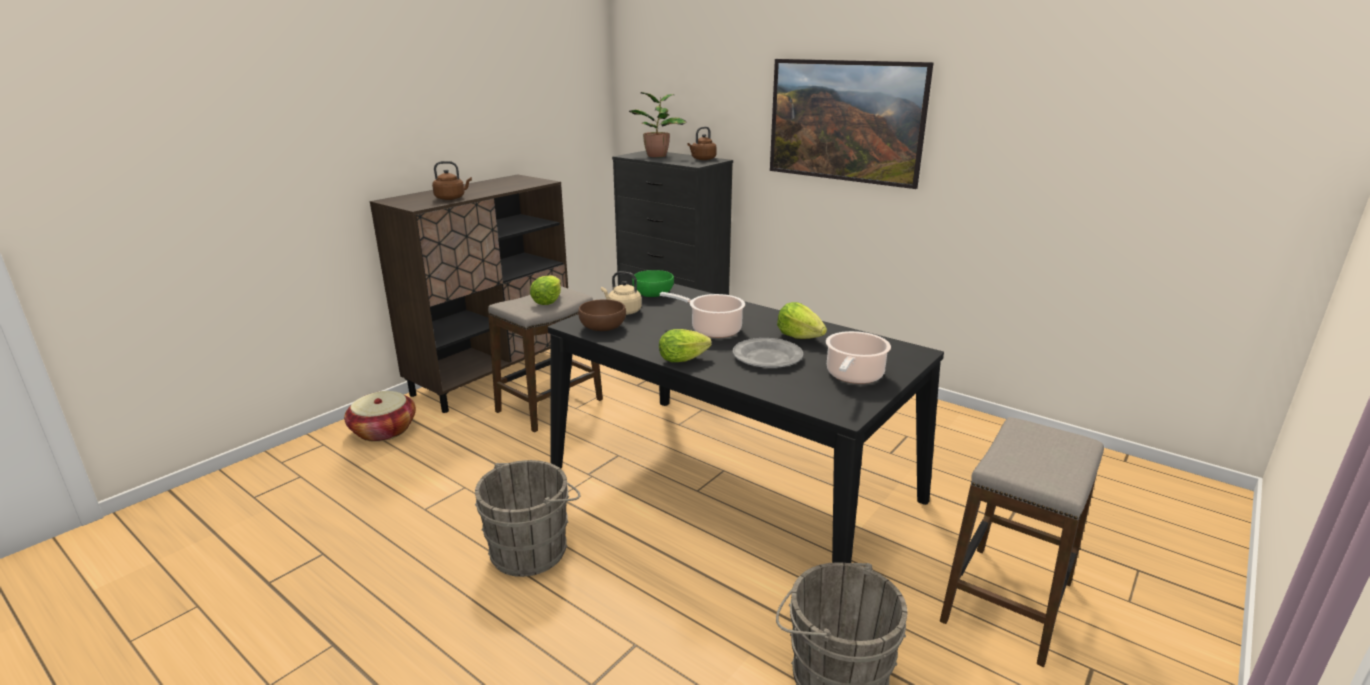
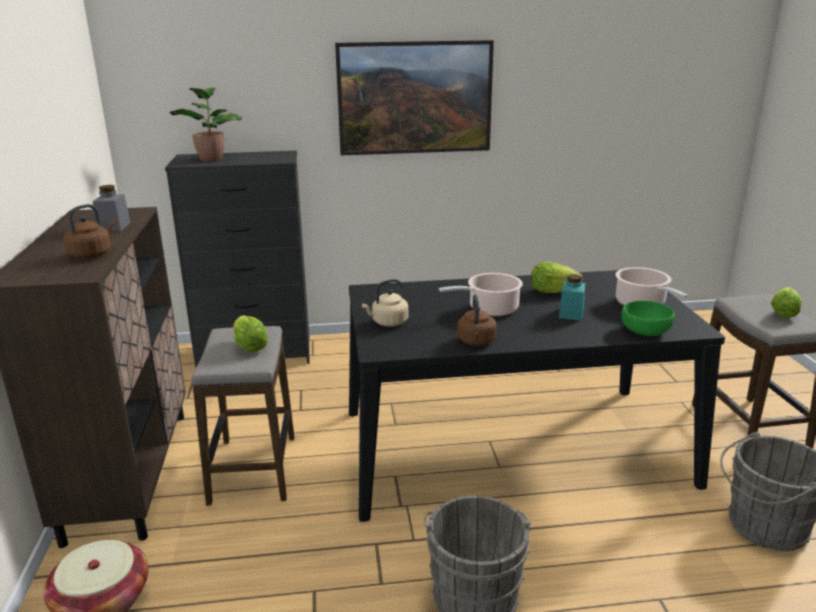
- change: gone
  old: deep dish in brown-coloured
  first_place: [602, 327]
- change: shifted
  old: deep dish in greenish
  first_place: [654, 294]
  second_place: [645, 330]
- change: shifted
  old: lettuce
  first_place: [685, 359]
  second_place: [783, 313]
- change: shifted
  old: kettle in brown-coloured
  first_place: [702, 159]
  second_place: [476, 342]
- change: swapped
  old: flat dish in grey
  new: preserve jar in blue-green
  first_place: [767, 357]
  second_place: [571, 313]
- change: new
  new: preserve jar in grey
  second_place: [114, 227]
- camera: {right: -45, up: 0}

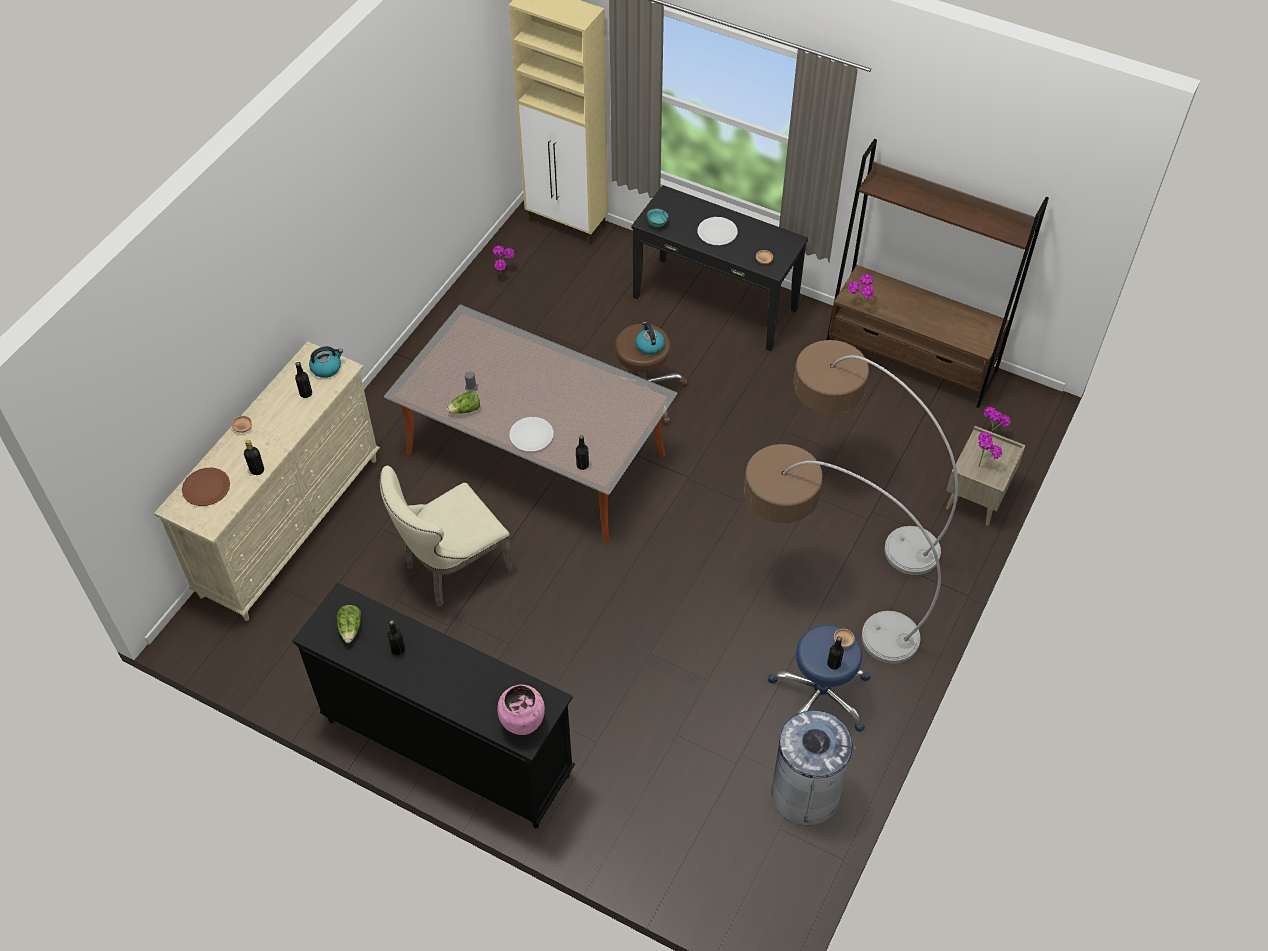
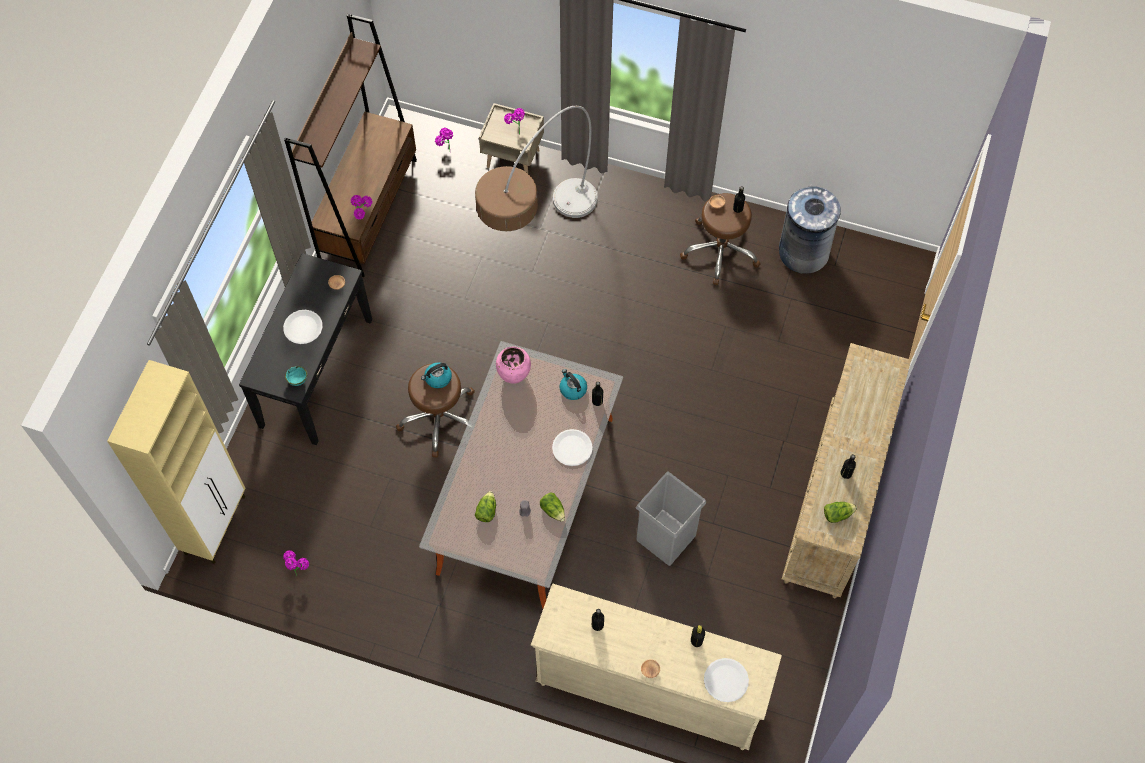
- change: repainted
  old: flat dish in brown-coloured
  new: flat dish in whitish
  first_place: [206, 488]
  second_place: [726, 680]
- change: repainted
  old: chest of drawers in black
  new: chest of drawers in sand-coloured
  first_place: [446, 747]
  second_place: [833, 501]
- change: shifted
  old: kettle
  first_place: [326, 368]
  second_place: [572, 389]
- change: swapped
  old: plain chair in sand-coloured
  new: trash can in grey
  first_place: [451, 569]
  second_place: [665, 537]
- change: shifted
  old: decorative vase in pink
  first_place: [523, 724]
  second_place: [513, 375]
- change: gone
  old: standing lamp
  first_place: [818, 603]
- change: repainted
  old: stool in blue
  new: stool in brown-coloured
  first_place: [820, 695]
  second_place: [720, 250]
- change: new
  new: lettuce
  second_place: [486, 511]
- camera: {right: -100, up: 10}

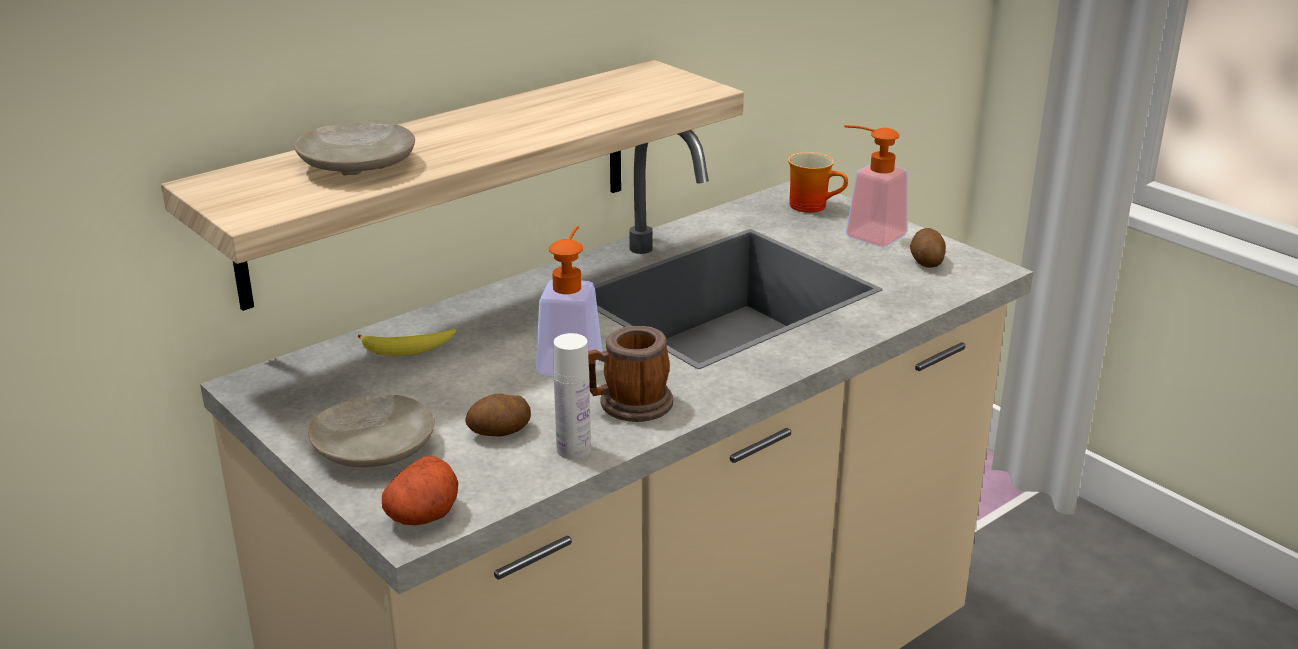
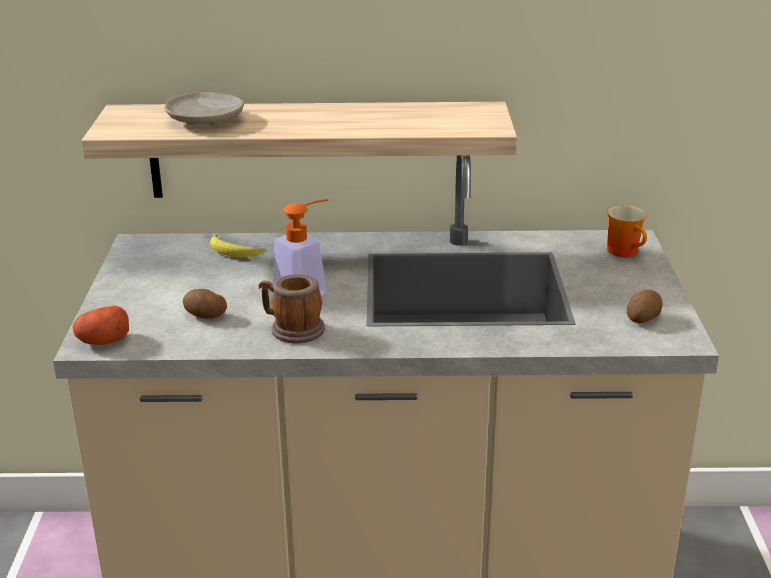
- change: gone
  old: flat dish in sand-coloured
  first_place: [375, 447]
- change: gone
  old: drink bottle in whitish
  first_place: [573, 449]
- change: gone
  old: liquid soap bottle
  first_place: [866, 233]
- camera: {right: 40, up: 0}

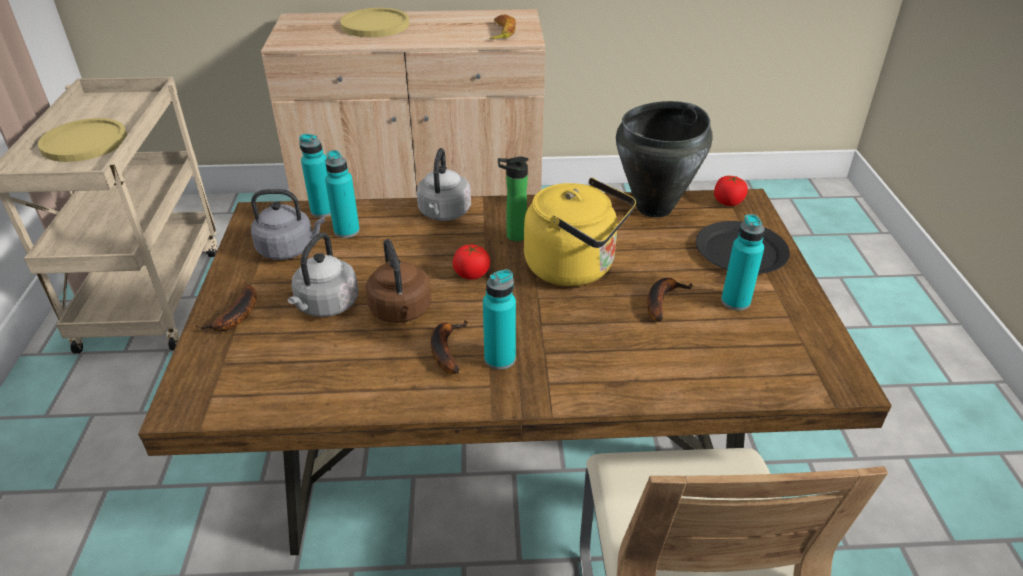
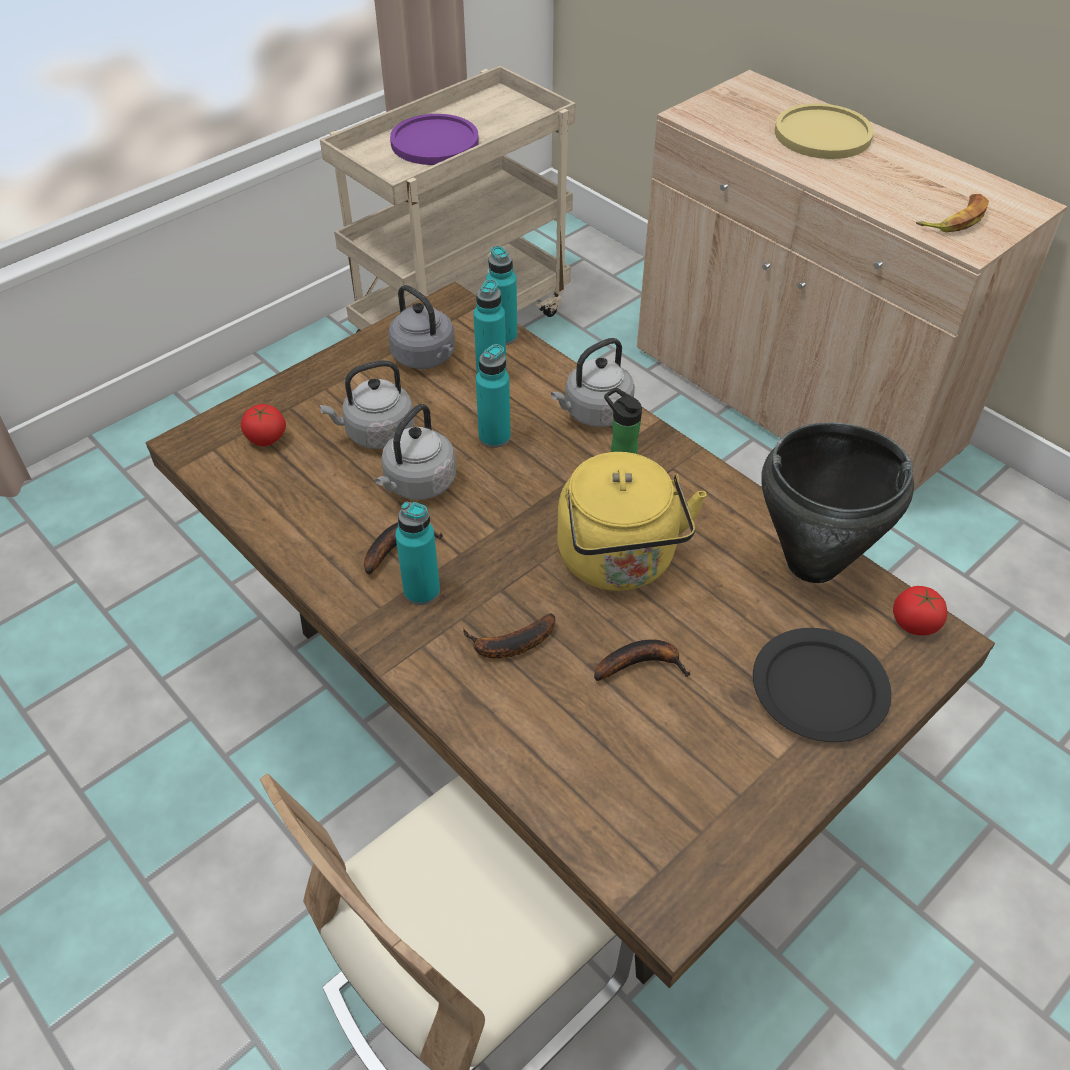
- change: repainted
  old: flat dish in yellowish
  new: flat dish in purple
  first_place: [84, 142]
  second_place: [434, 142]
- change: shifted
  old: banana fruit
  first_place: [235, 317]
  second_place: [509, 645]
- change: repainted
  old: kettle in brown-coloured
  new: kettle in grey
  first_place: [401, 312]
  second_place: [418, 484]
- change: shifted
  old: fresh tomato
  first_place: [471, 274]
  second_place: [266, 438]
- change: shifted
  old: drink bottle in blue-green
  first_place: [735, 301]
  second_place: [494, 437]
- camera: {right: 50, up: 10}

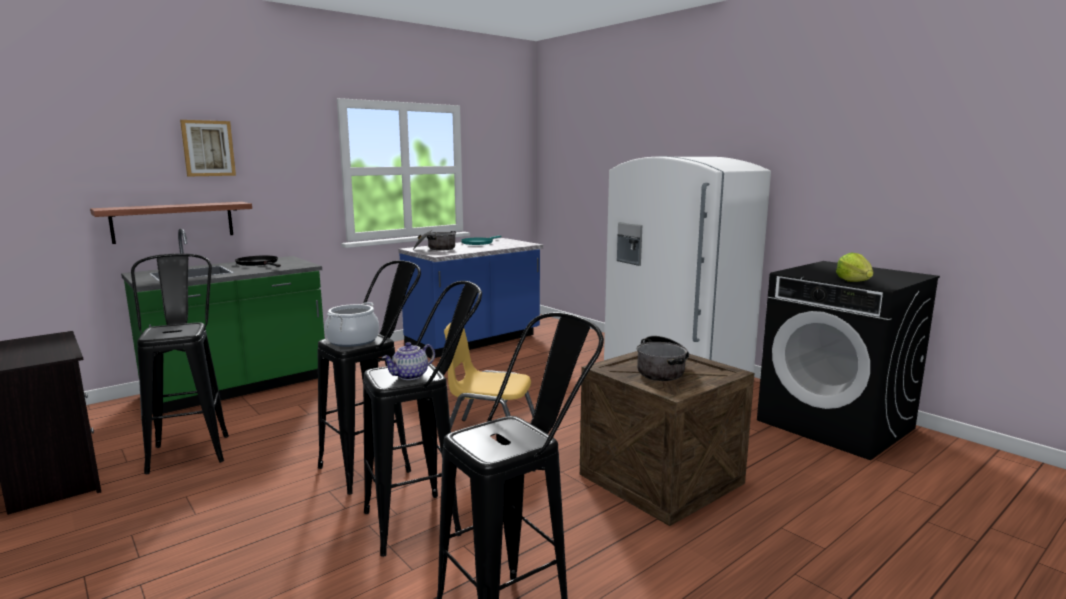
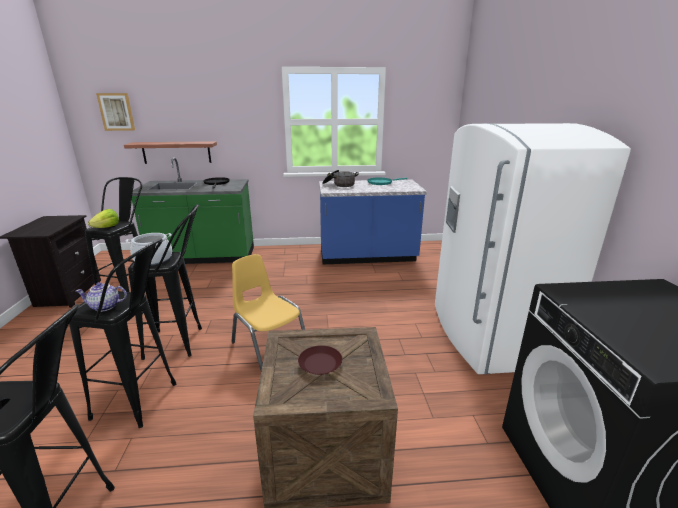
- change: shifted
  old: wall picture
  first_place: [208, 148]
  second_place: [116, 112]
- change: swapped
  old: cooking pot
  new: flat dish in brown-coloured
  first_place: [662, 370]
  second_place: [320, 363]
- change: shifted
  old: lettuce
  first_place: [854, 281]
  second_place: [107, 227]
- camera: {right: 35, up: 10}

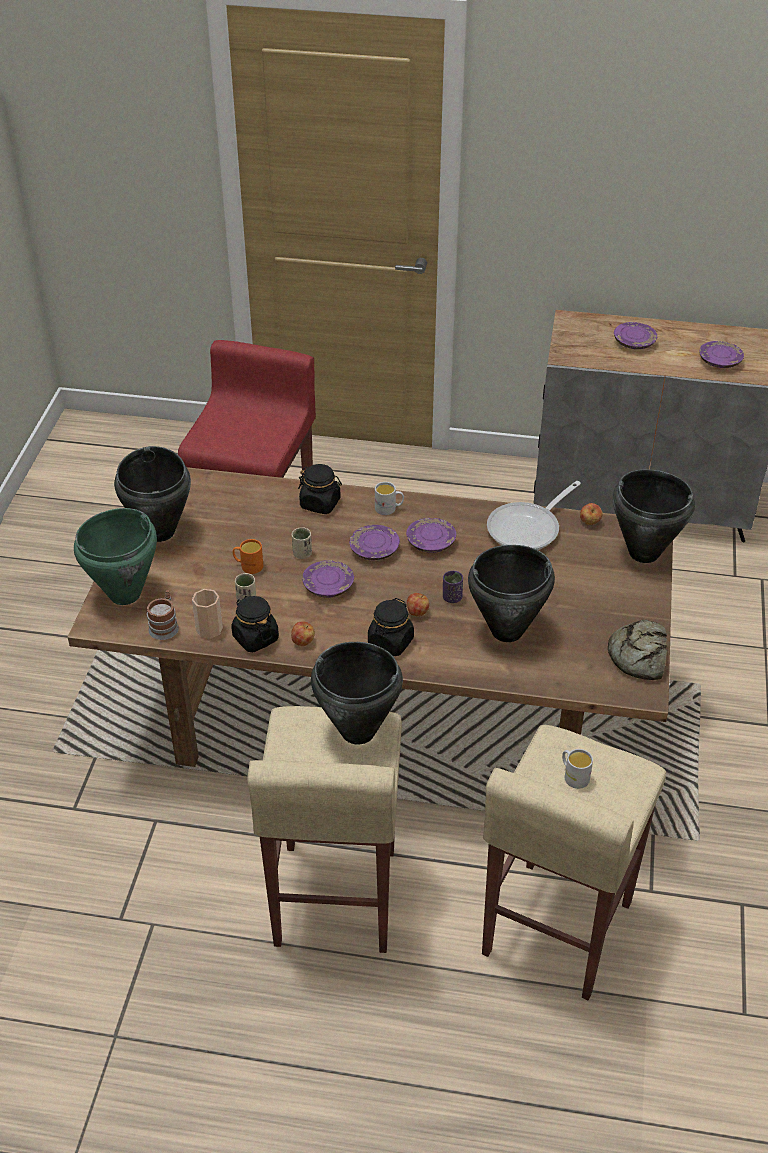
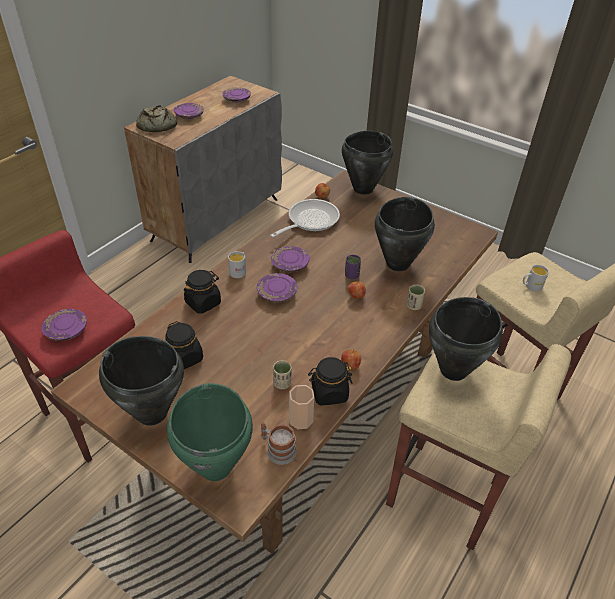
- change: gone
  old: tea mug in orange
  first_place: [248, 566]
- change: shifted
  old: drinking cup in sand-coloured
  first_place: [302, 554]
  second_place: [413, 306]
- change: shifted
  old: flat dish in purple
  first_place: [328, 586]
  second_place: [66, 330]
- change: shifted
  old: preserve jar in black
  first_place: [390, 642]
  second_place: [184, 358]
- change: rotated
  old: skillet
  first_place: [528, 529]
  second_place: [309, 221]
  degrees: -120
- change: shifted
  old: baked bread
  first_place: [639, 656]
  second_place: [156, 125]
- camera: {right: -65, up: 0}

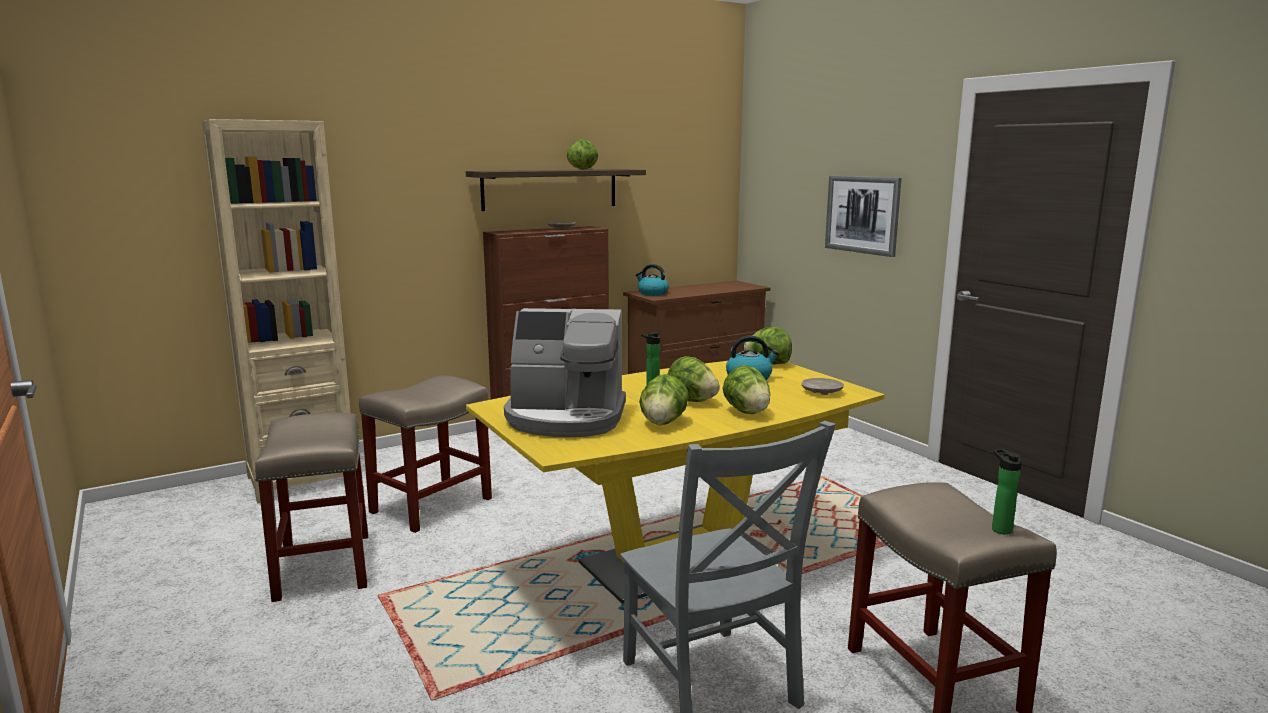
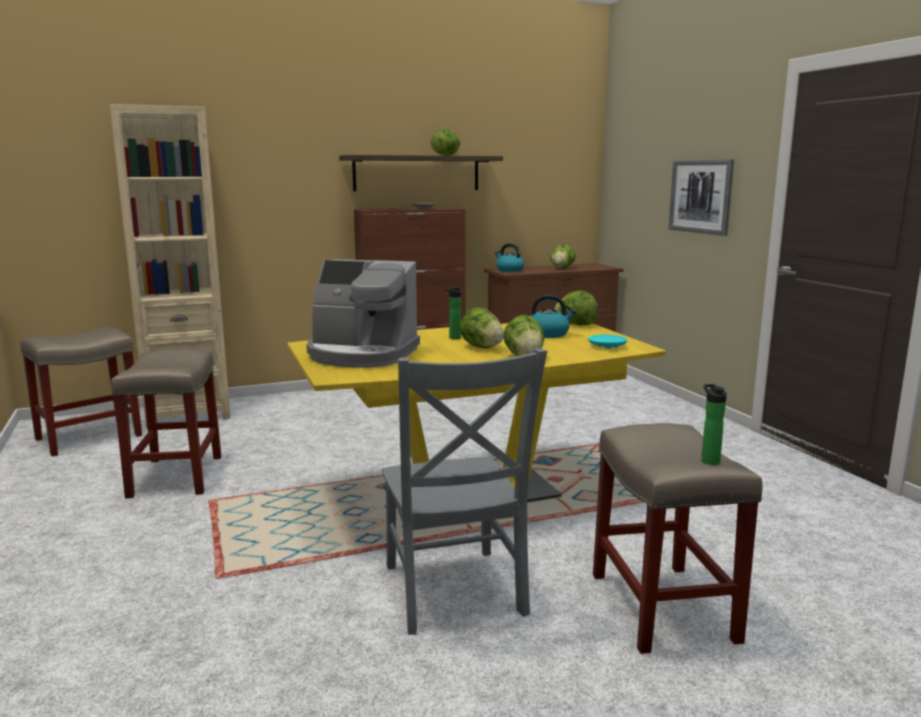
- change: shifted
  old: stool in sand-coloured
  first_place: [432, 504]
  second_place: [90, 437]
- change: shifted
  old: lettuce
  first_place: [663, 423]
  second_place: [562, 268]
- change: repainted
  old: flat dish in sand-coloured
  new: flat dish in blue-green
  first_place: [821, 392]
  second_place: [607, 346]
- camera: {right: 10, up: 0}

